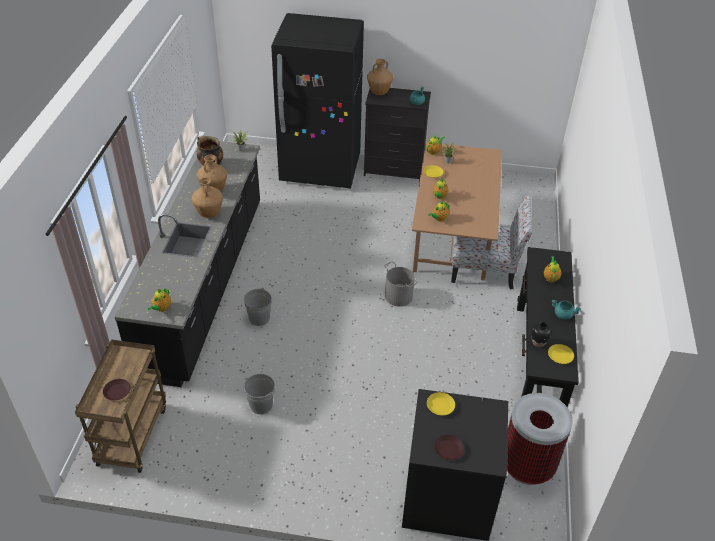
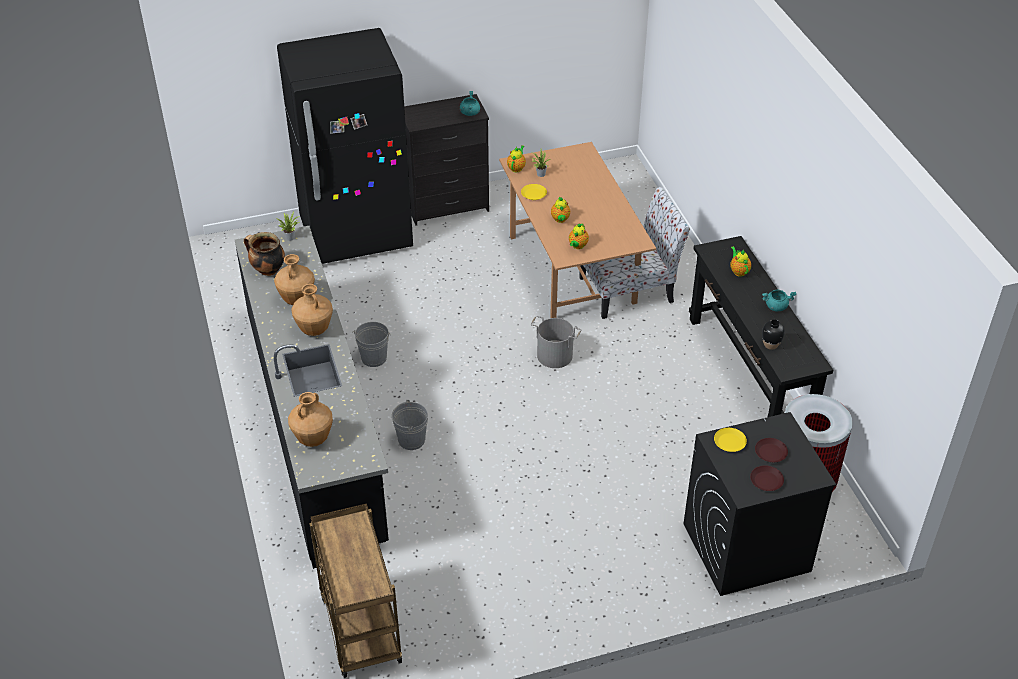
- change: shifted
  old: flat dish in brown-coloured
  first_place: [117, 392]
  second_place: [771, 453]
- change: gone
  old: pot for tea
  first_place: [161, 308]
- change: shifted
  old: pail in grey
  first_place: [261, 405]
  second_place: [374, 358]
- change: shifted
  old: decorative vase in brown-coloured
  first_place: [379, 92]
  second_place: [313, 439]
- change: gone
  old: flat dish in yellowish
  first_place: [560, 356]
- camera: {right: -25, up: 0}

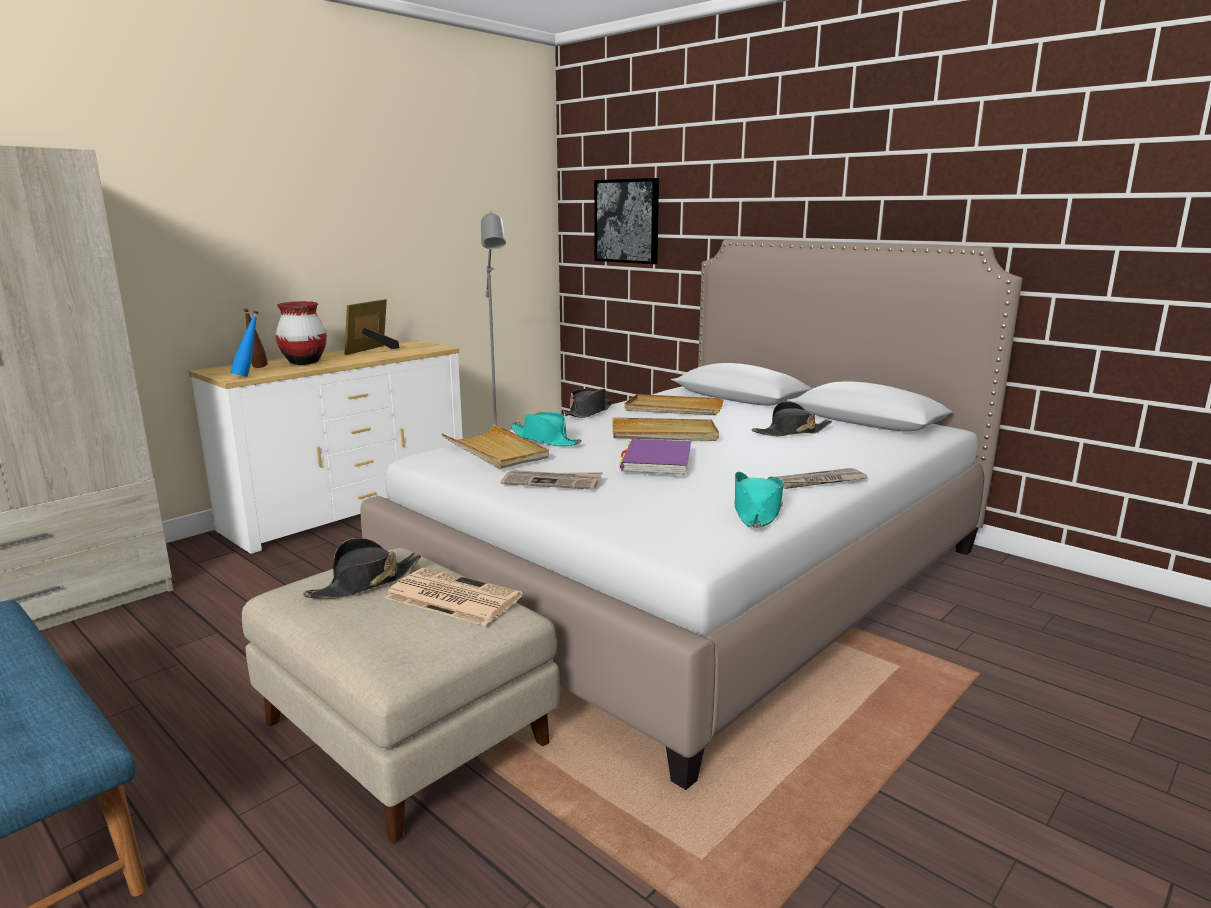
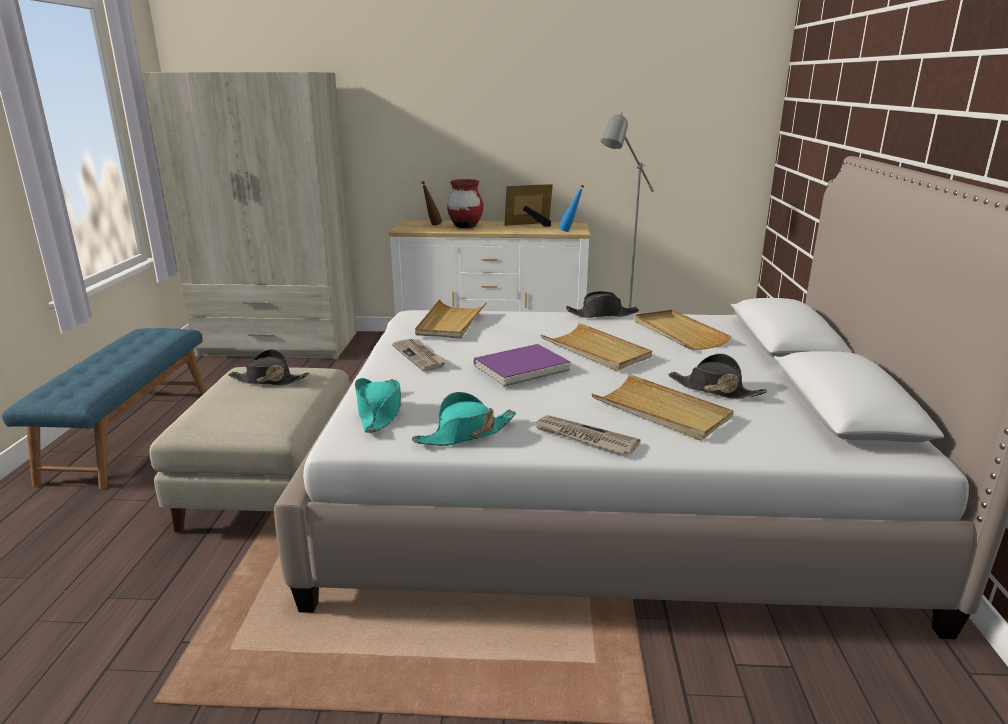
- change: shifted
  old: drink bottle in blue
  first_place: [249, 376]
  second_place: [570, 231]
- change: gone
  old: newspaper
  first_place: [451, 597]
- change: shifted
  old: hat in blue-green
  first_place: [545, 439]
  second_place: [379, 412]
- change: gone
  old: wall picture
  first_place: [627, 221]
- change: new
  new: serving tray in sand-coloured
  second_place: [661, 411]
- camera: {right: 50, up: 5}

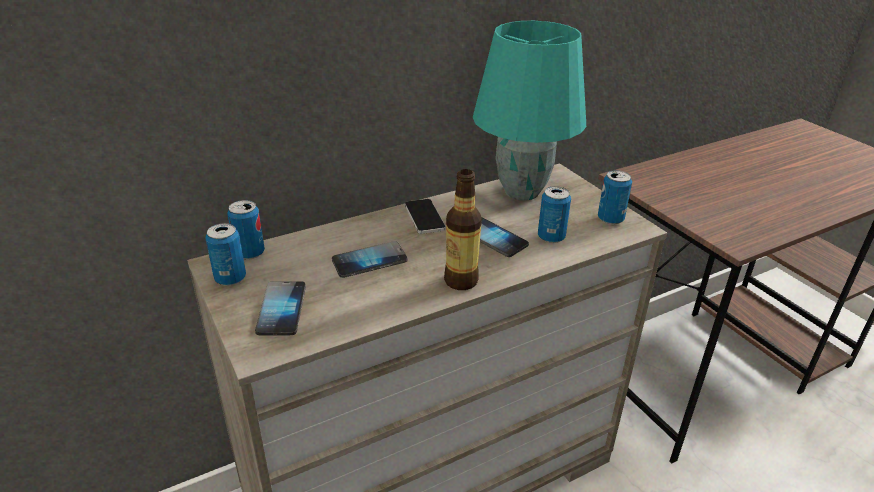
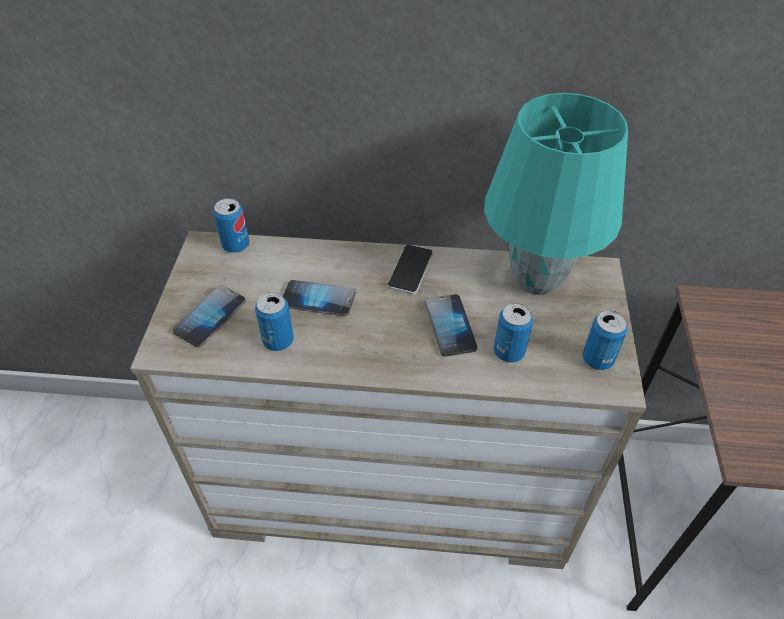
- change: shifted
  old: metal can
  first_place: [230, 278]
  second_place: [278, 341]
- change: gone
  old: drink bottle
  first_place: [461, 281]
- camera: {right: 35, up: 15}

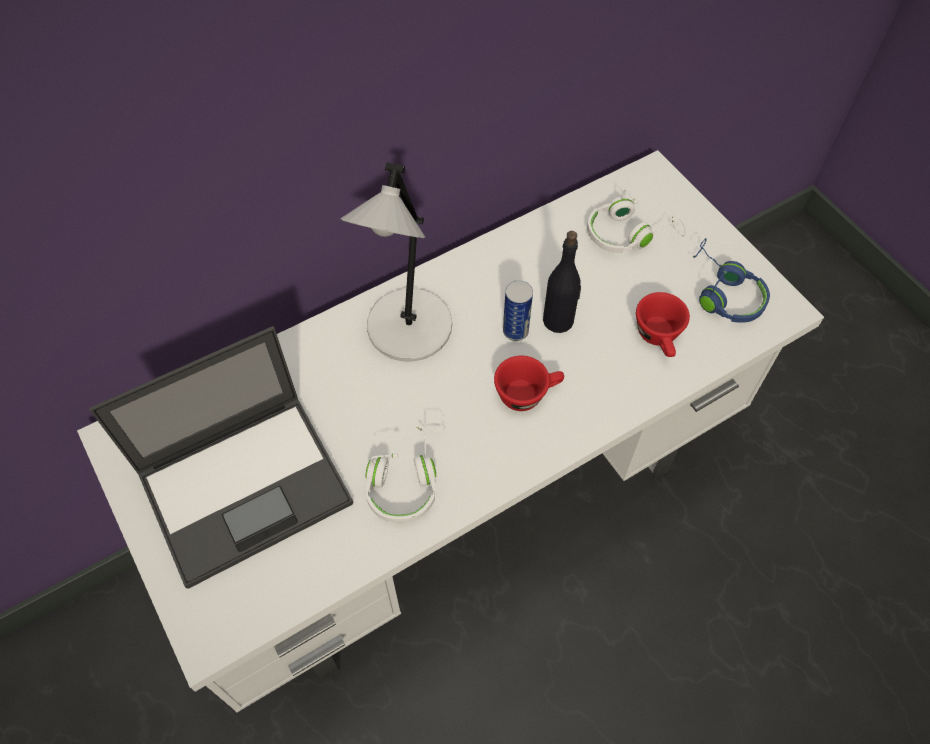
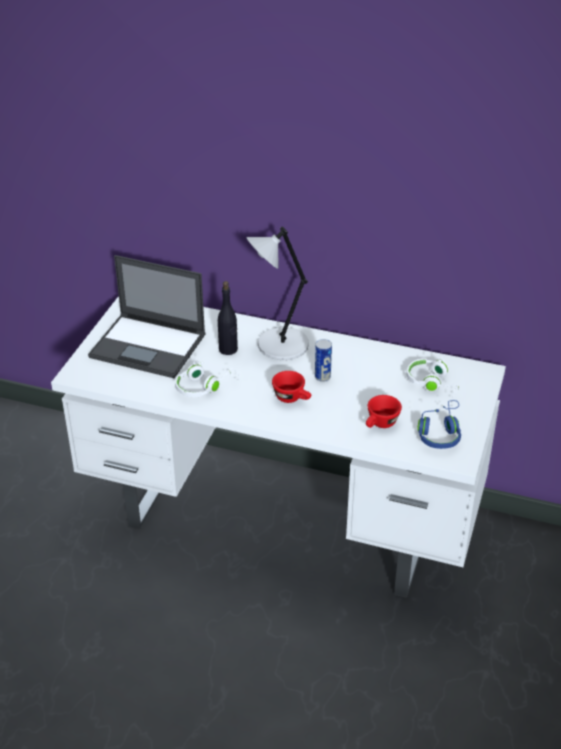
- change: shifted
  old: drink bottle in black
  first_place: [558, 320]
  second_place: [228, 349]
- camera: {right: 50, up: -20}

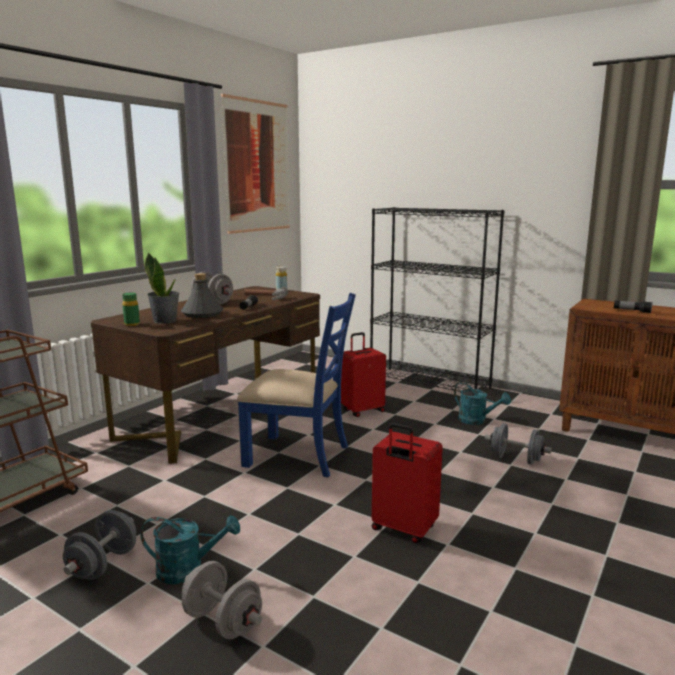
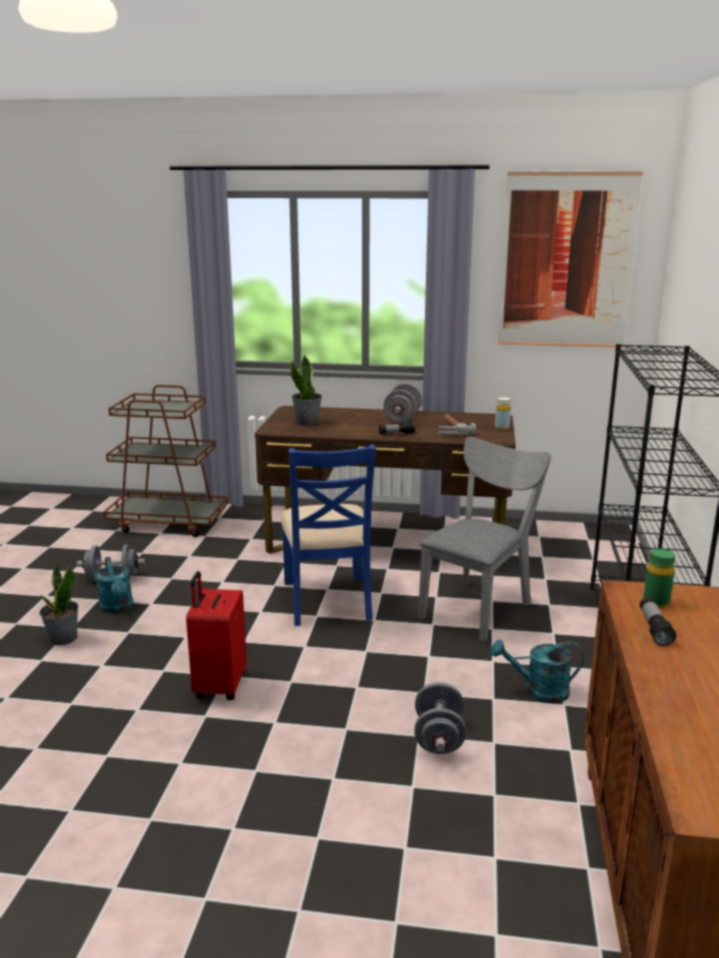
- change: shifted
  old: drink bottle in greenish
  first_place: [132, 324]
  second_place: [656, 602]
- change: gone
  old: drink bottle in grey
  first_place: [202, 314]
- change: swapped
  old: dumbbell in grey
  new: houseplant
  first_place: [223, 621]
  second_place: [63, 638]
- change: swapped
  old: piece of luggage in red-coloured
  new: plain chair in grey
  first_place: [362, 410]
  second_place: [479, 606]
- change: rotated
  old: watering pot in blue-green
  first_place: [477, 421]
  second_place: [539, 691]
  degrees: 75
- camera: {right: 65, up: 5}

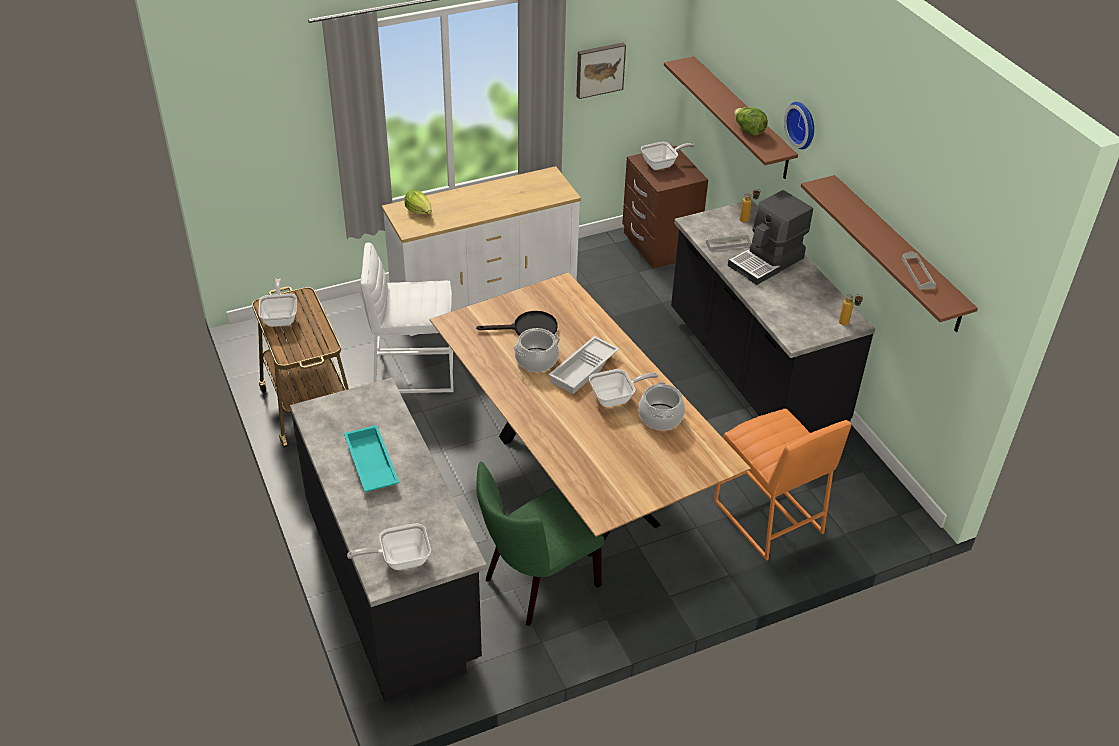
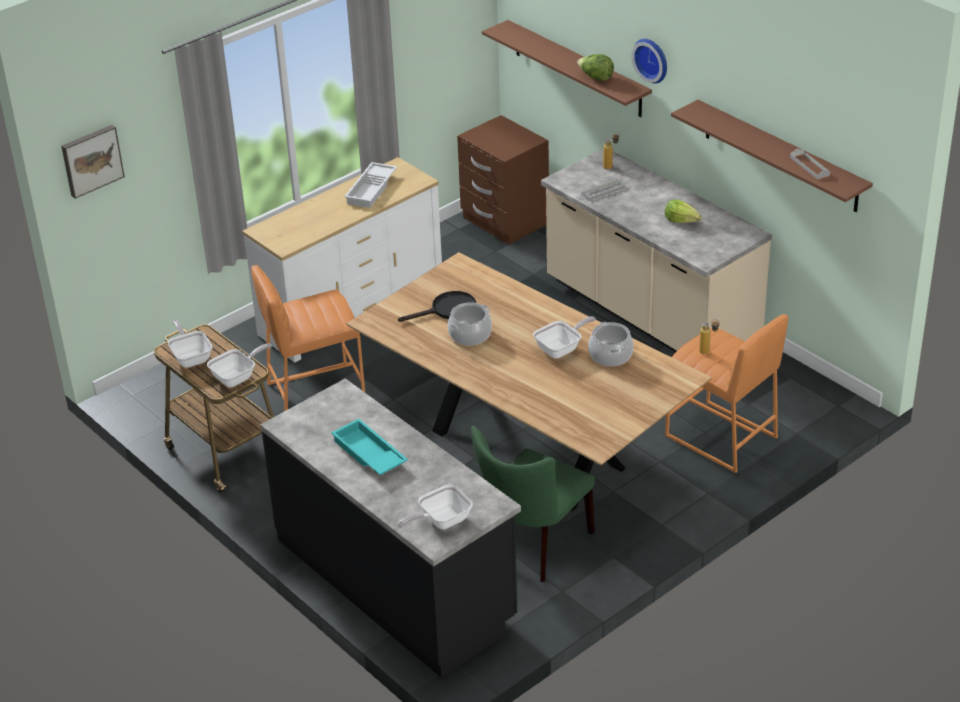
- change: repainted
  old: stool in whitish
  new: stool in orange
  first_place: [413, 370]
  second_place: [315, 392]
- change: shifted
  old: lettuce
  first_place: [419, 211]
  second_place: [681, 220]
- change: shifted
  old: serving tray in whitish
  first_place: [584, 370]
  second_place: [372, 189]
- change: shifted
  old: wall picture
  first_place: [599, 69]
  second_place: [91, 160]
- change: shifted
  old: skillet
  first_place: [662, 164]
  second_place: [238, 377]
- change: repainted
  old: kitchen counter in black
  new: kitchen counter in sand-coloured
  first_place: [753, 371]
  second_place: [650, 315]
- change: gone
  old: coffee maker
  first_place: [767, 262]
- change: shifted
  old: drink bottle
  first_place: [847, 324]
  second_place: [708, 352]
- camera: {right: -15, up: -5}

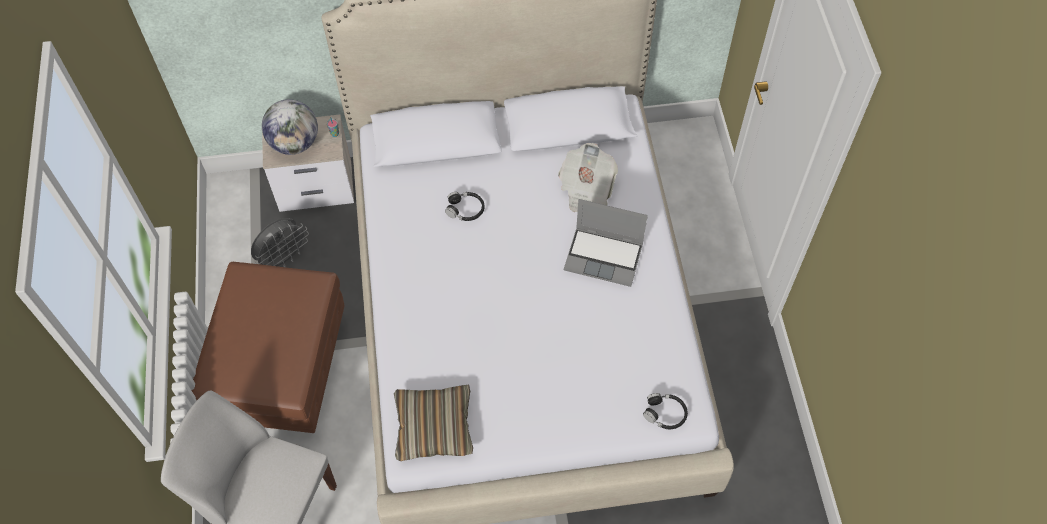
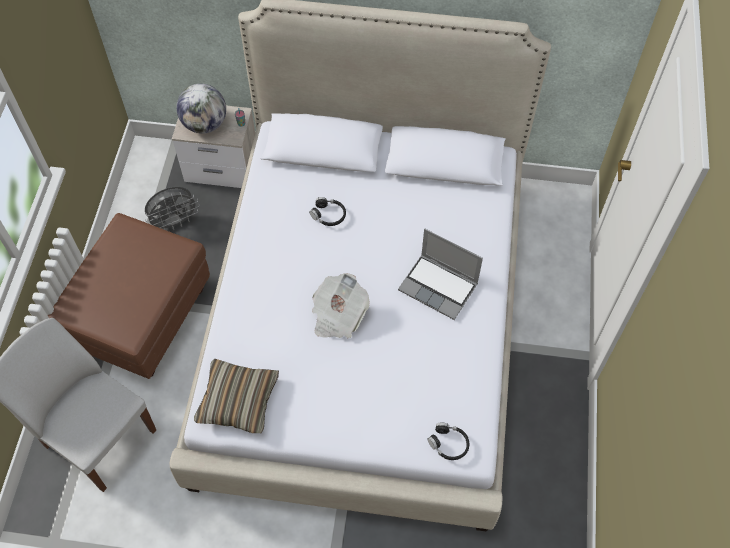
- change: shifted
  old: newspaper
  first_place: [586, 188]
  second_place: [338, 315]
- camera: {right: 15, up: 0}

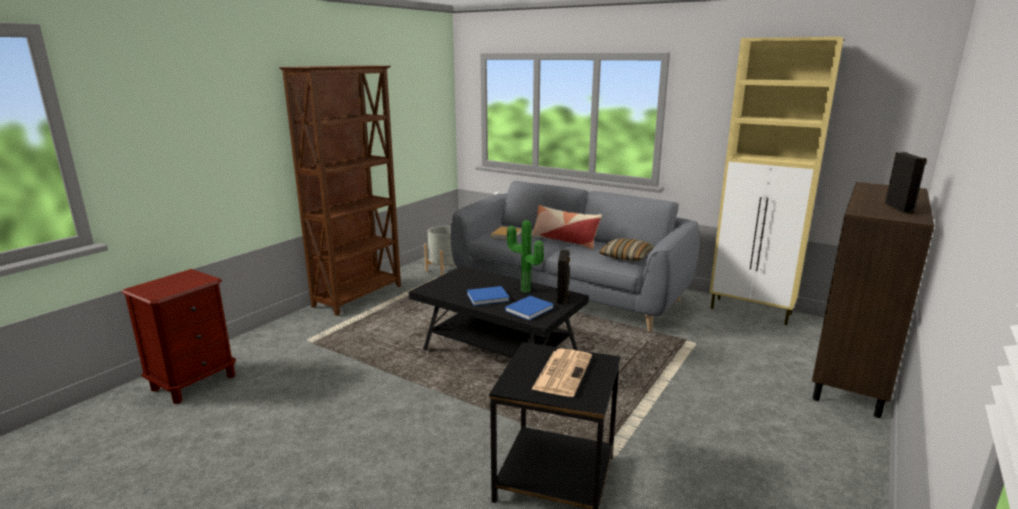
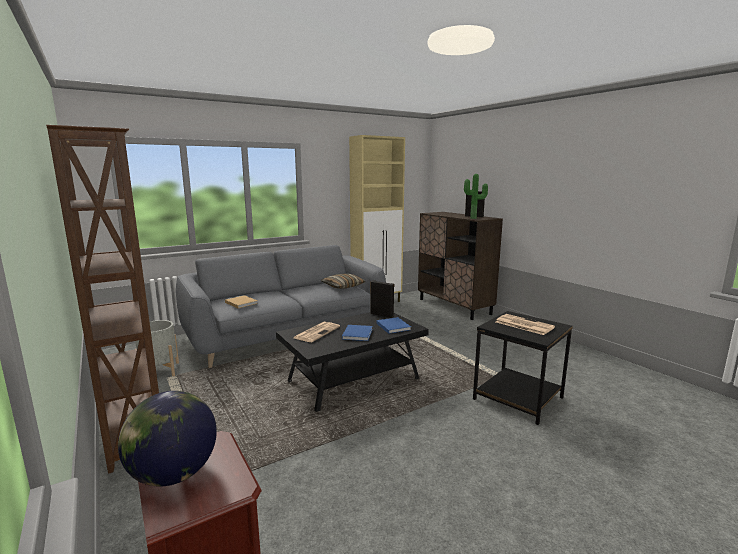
- change: shifted
  old: houseplant
  first_place: [524, 291]
  second_place: [474, 218]
- change: gone
  old: throw pillow
  first_place: [564, 240]
- change: new
  new: desk globe
  second_place: [174, 475]
- change: new
  new: newspaper
  second_place: [317, 332]
- camera: {right: -65, up: -5}

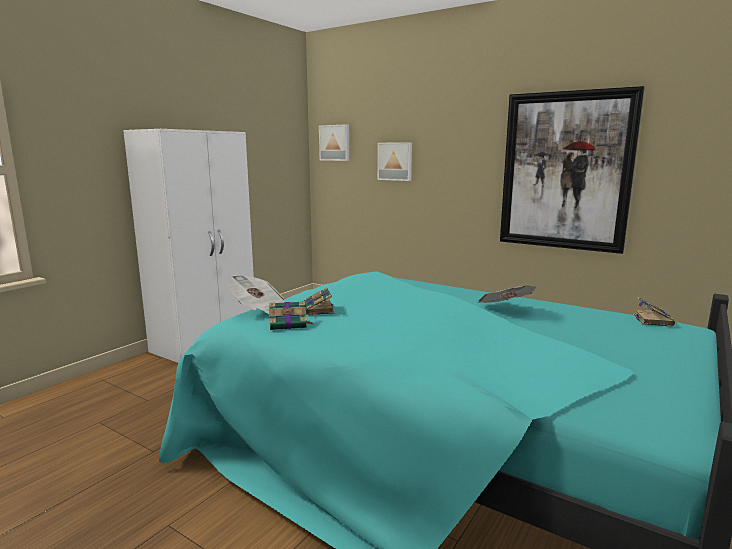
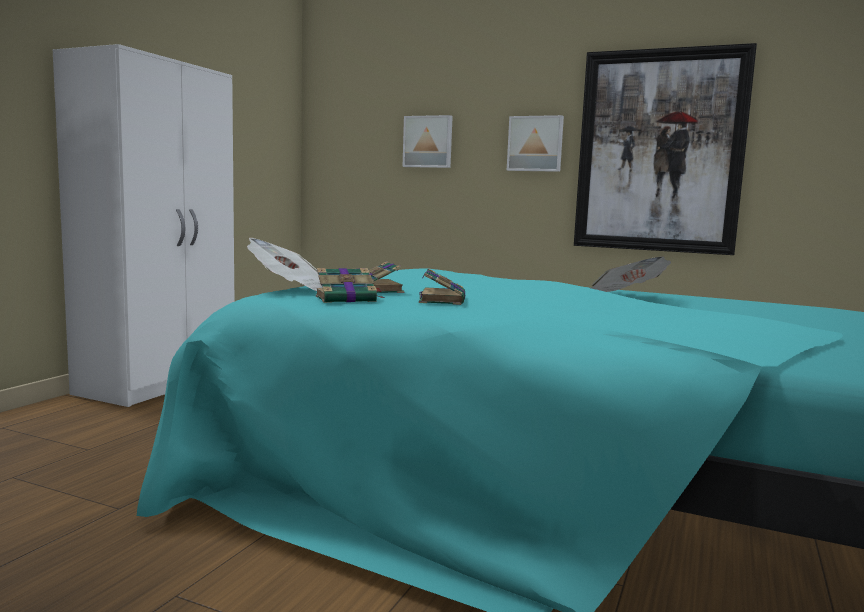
- change: shifted
  old: wall picture
  first_place: [335, 143]
  second_place: [535, 144]
- change: shifted
  old: book
  first_place: [652, 320]
  second_place: [442, 300]
- camera: {right: -10, up: -5}

